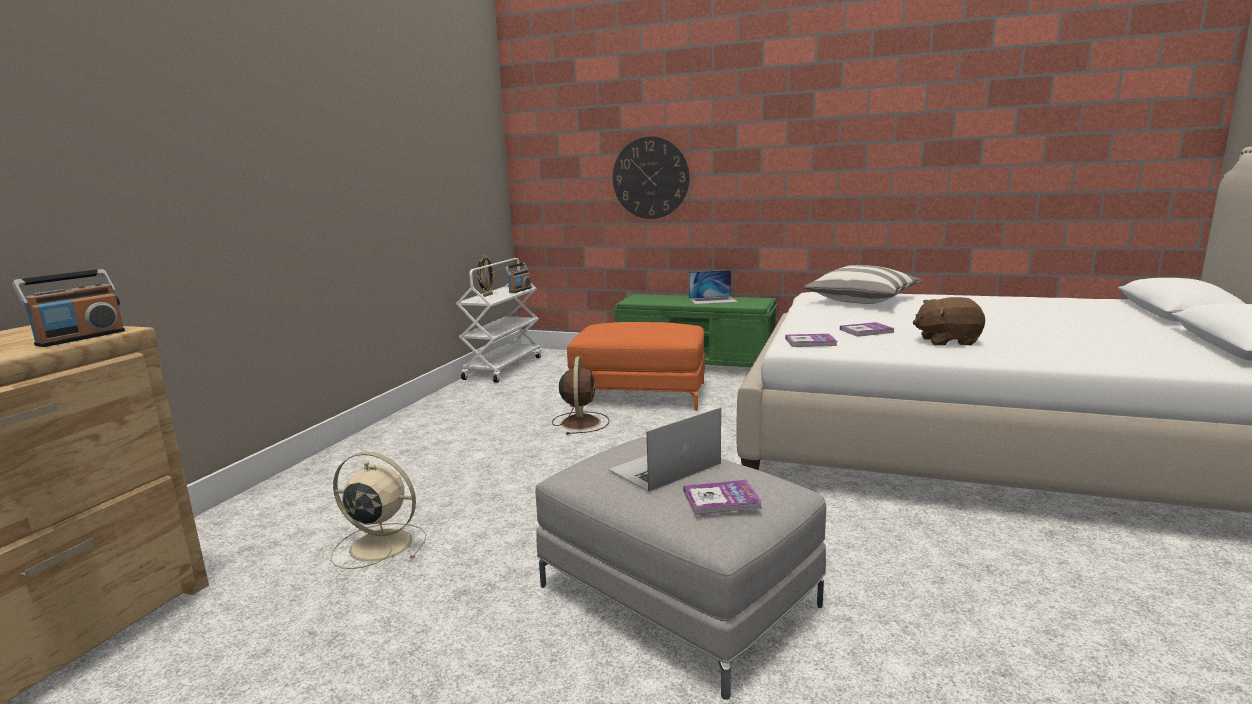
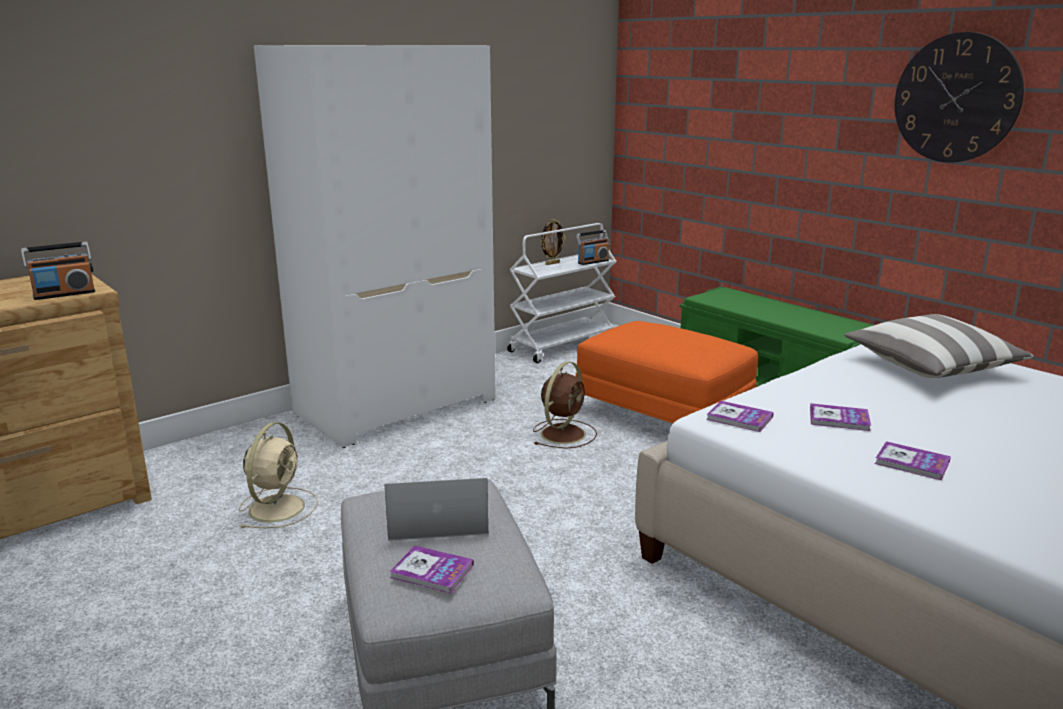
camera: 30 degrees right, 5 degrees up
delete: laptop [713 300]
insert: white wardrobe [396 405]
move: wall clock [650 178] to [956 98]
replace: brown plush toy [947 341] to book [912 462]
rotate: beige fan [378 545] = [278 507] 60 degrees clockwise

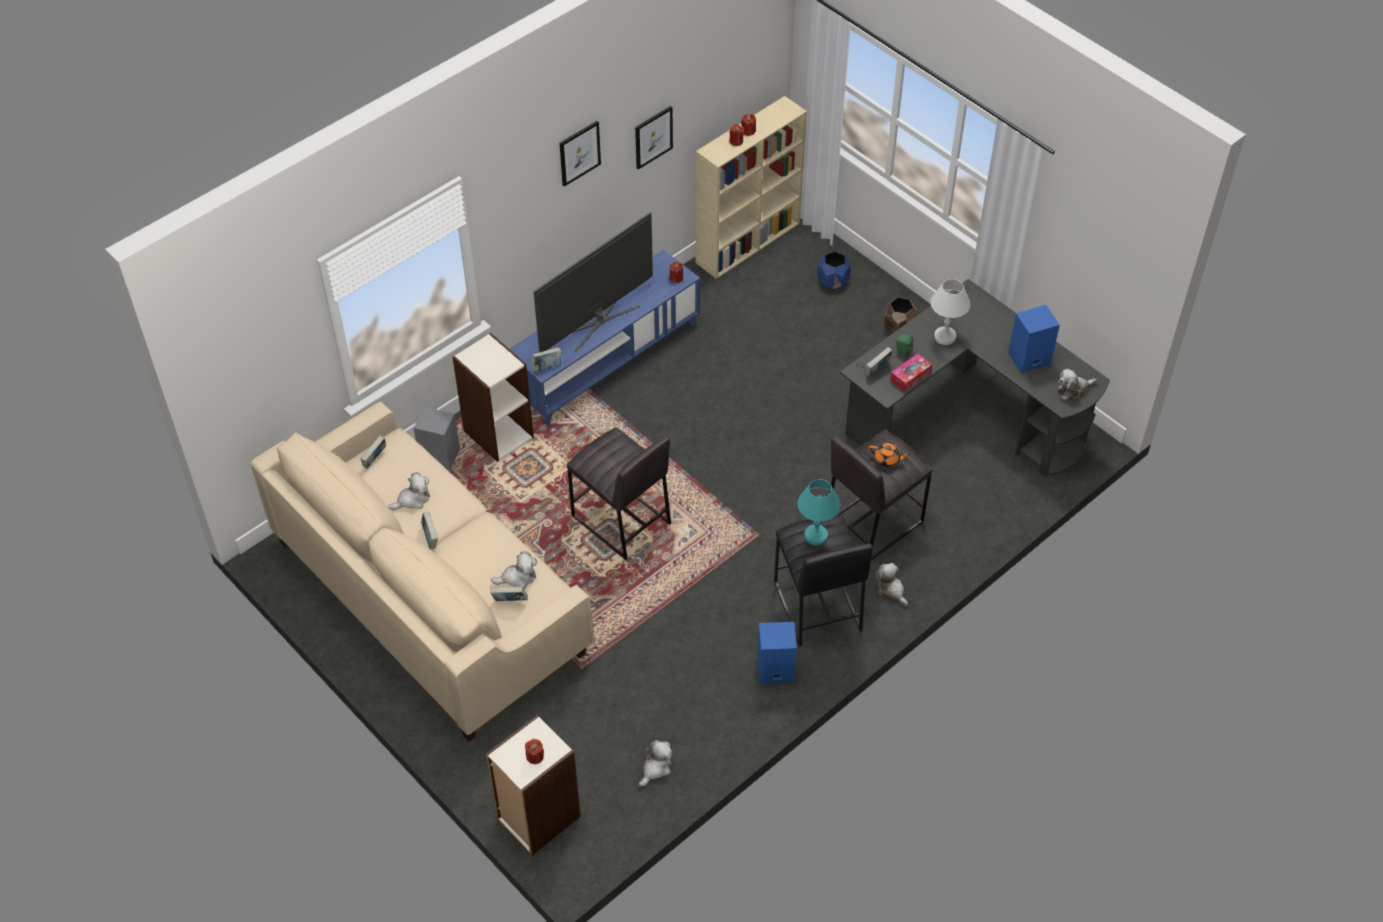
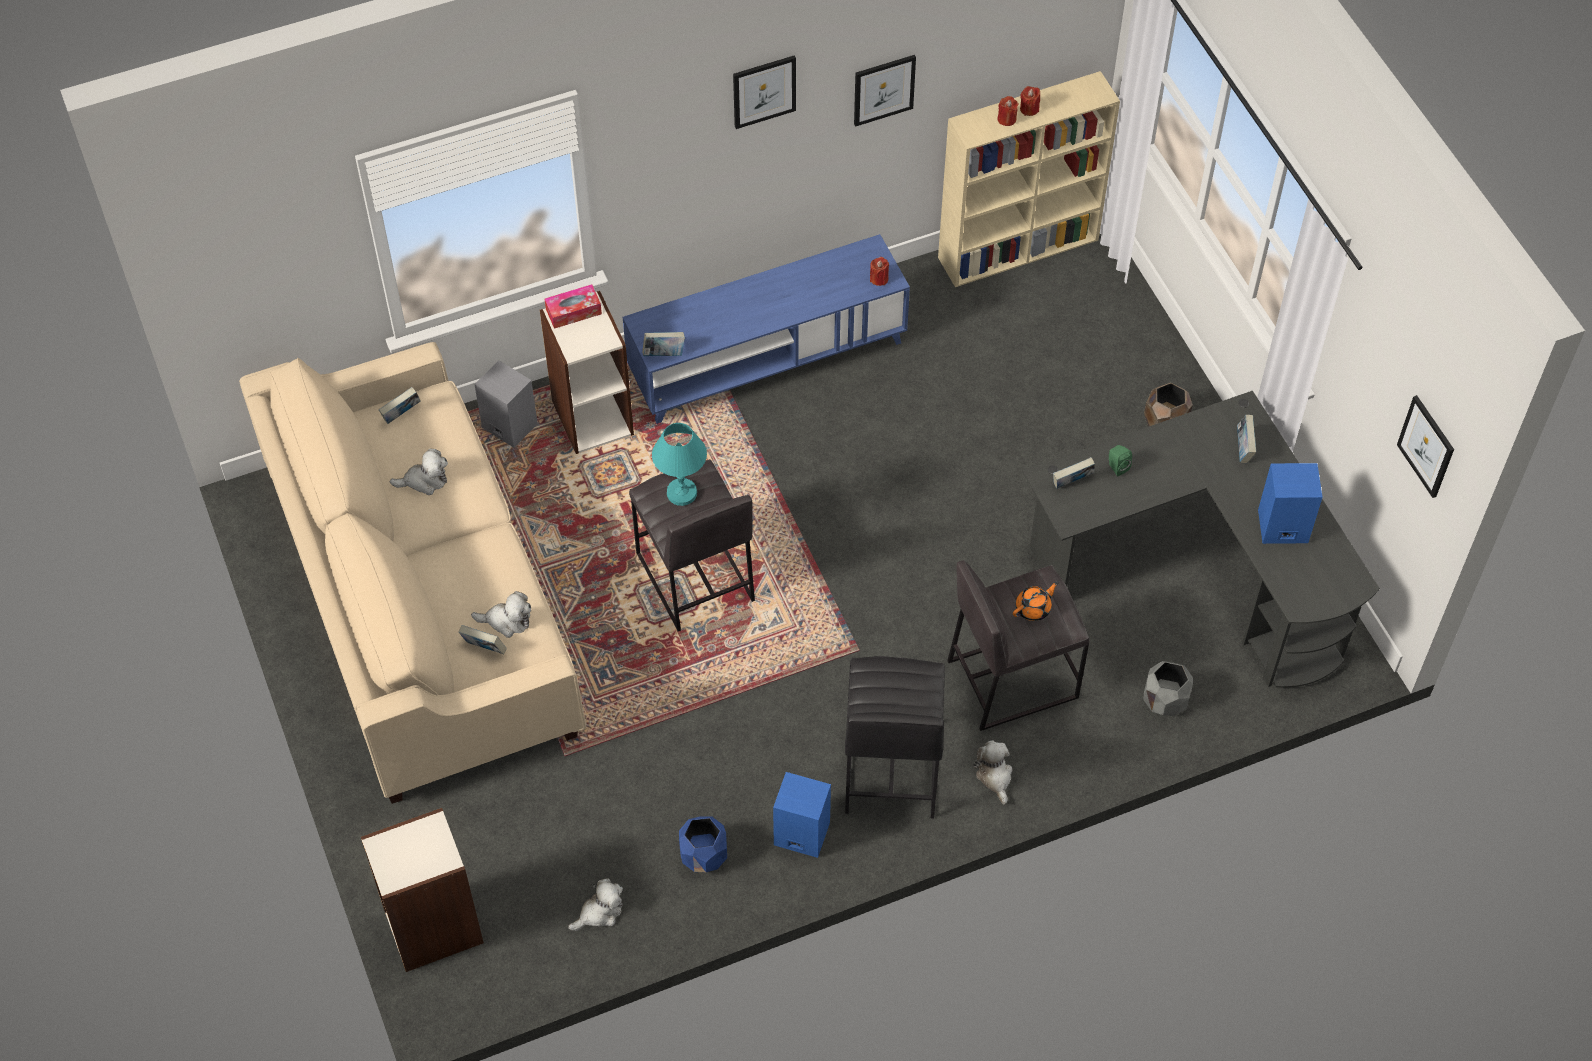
camera: 20 degrees right, 5 degrees up
delete: red candle [535 756]; television [598 321]; white table lamp [944 336]; plush toy [1073 390]
insert: grey planter [1164 700]; picture [1426 446]
move: book [430 538] to [1243 448]; turquoise table lamp [815 535] to [681 492]; blue planter [833 282] to [704 856]; tissue box [910 376] to [573 311]
rotate: orange teapot [887 459] = [1033 608] 75 degrees counterclockwise

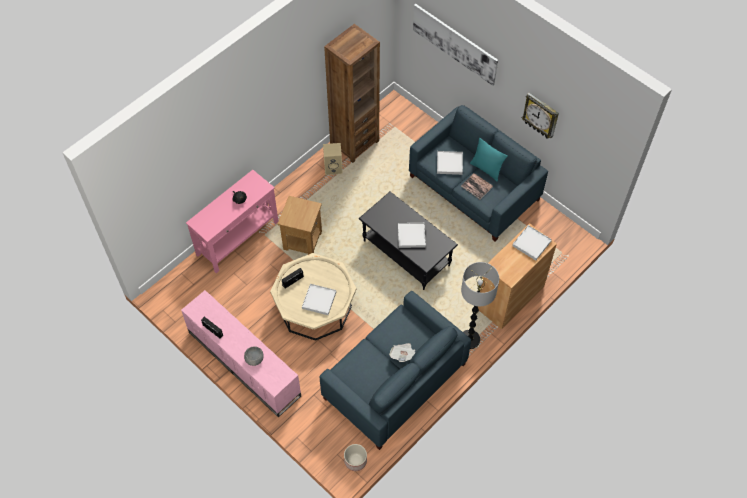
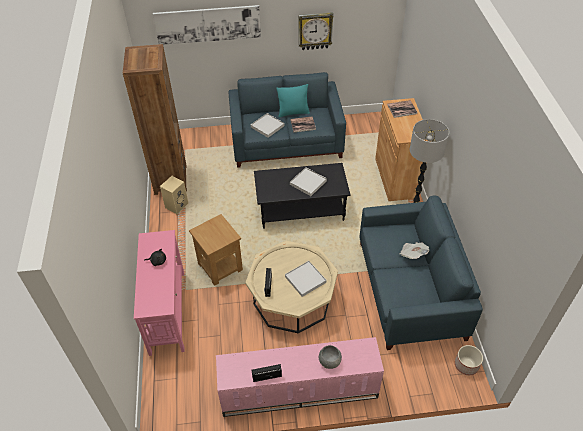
camera: 50 degrees left, 10 degrees down
replace: white tray [531 244] to book [402 109]

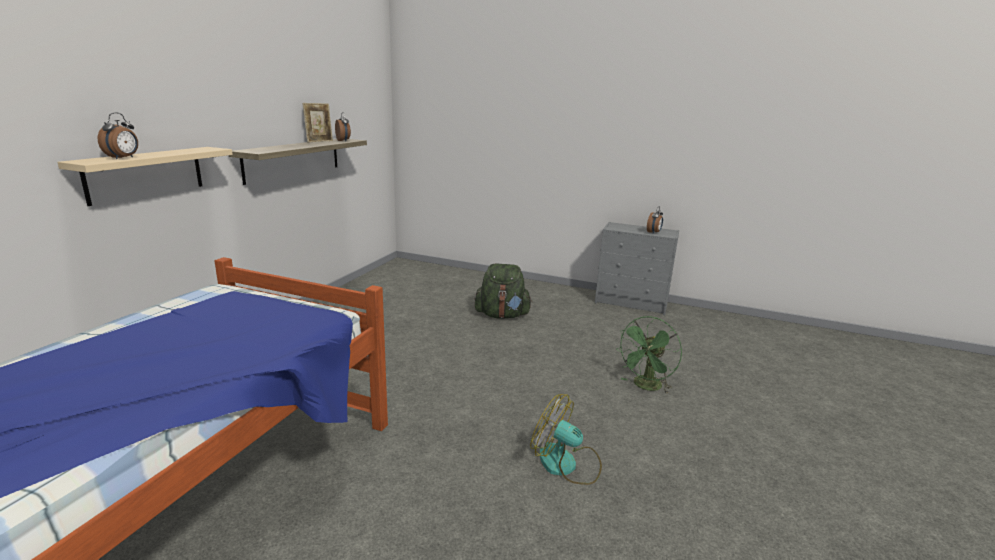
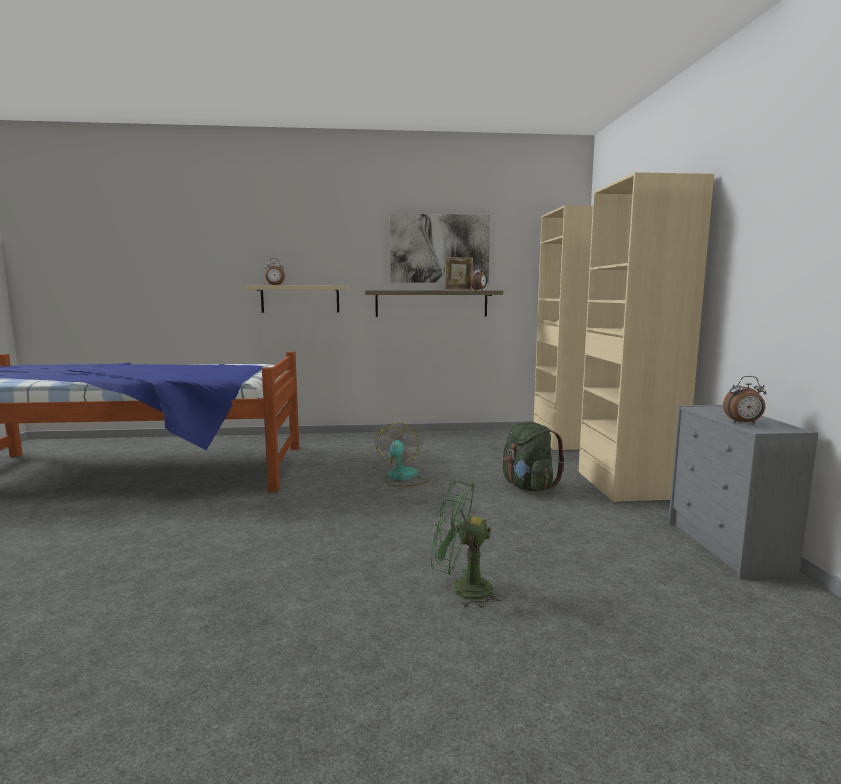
camera: 65 degrees right, 10 degrees down
insert: picture [439 248]; beige wardrobe [594 459]
move: fan [566 464] to [402 478]

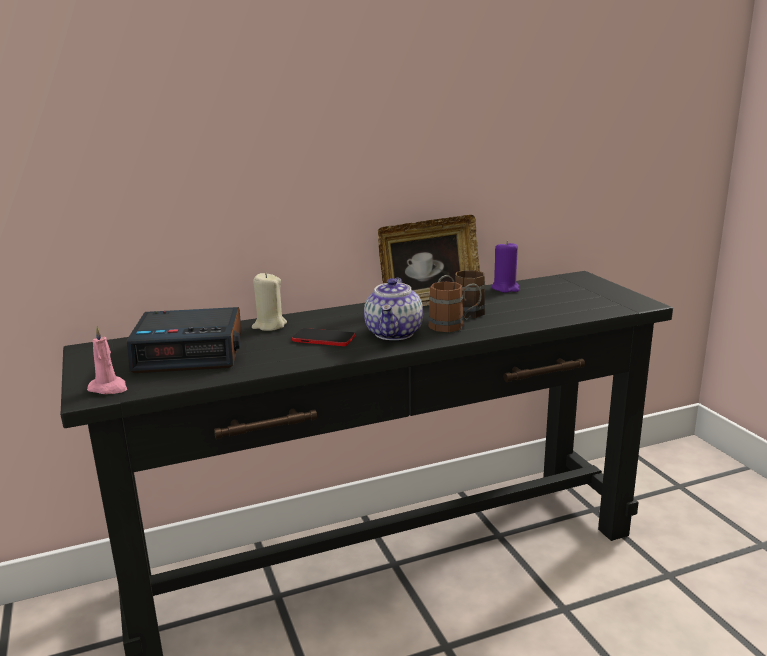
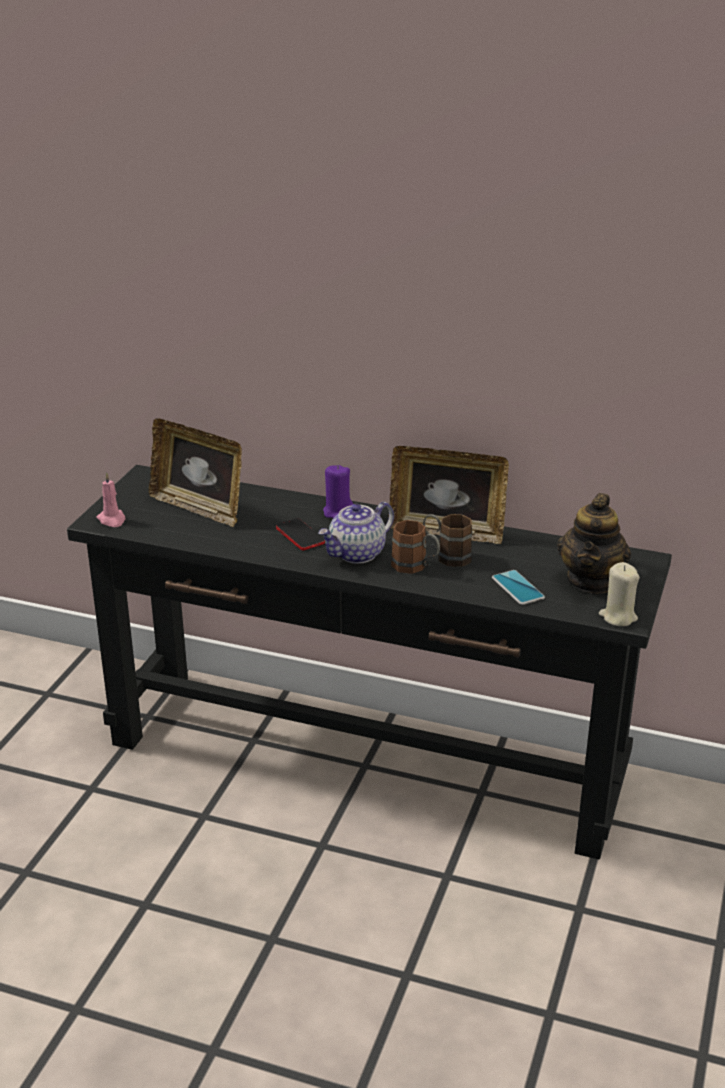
camera: 40 degrees right, 10 degrees up
insert: phone [518 588]; teapot [591 581]
move: beige candle [269 326] to [618 617]; purple candle [505 288] to [338 512]
replace: alarm clock [191 352] to picture frame [199 508]

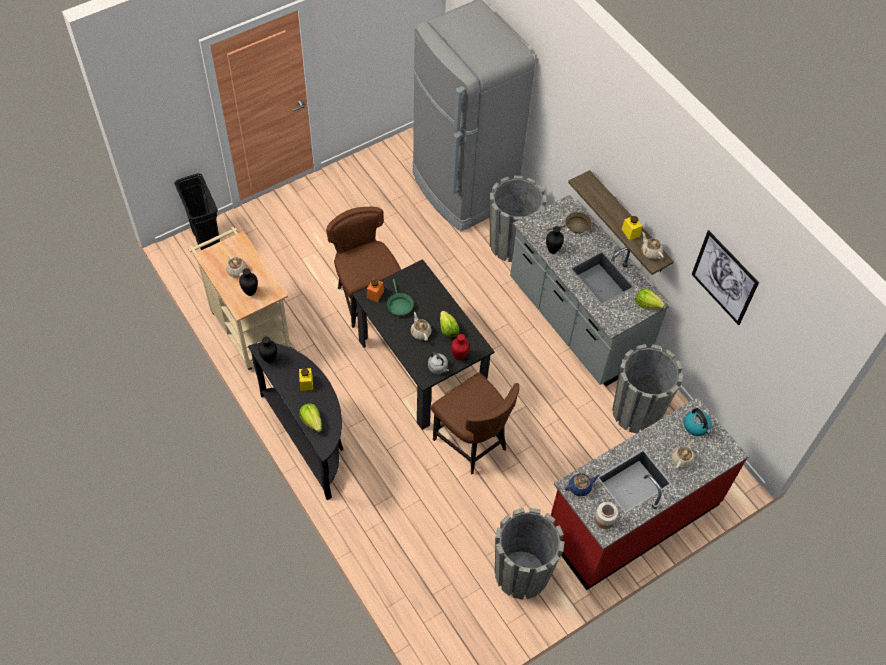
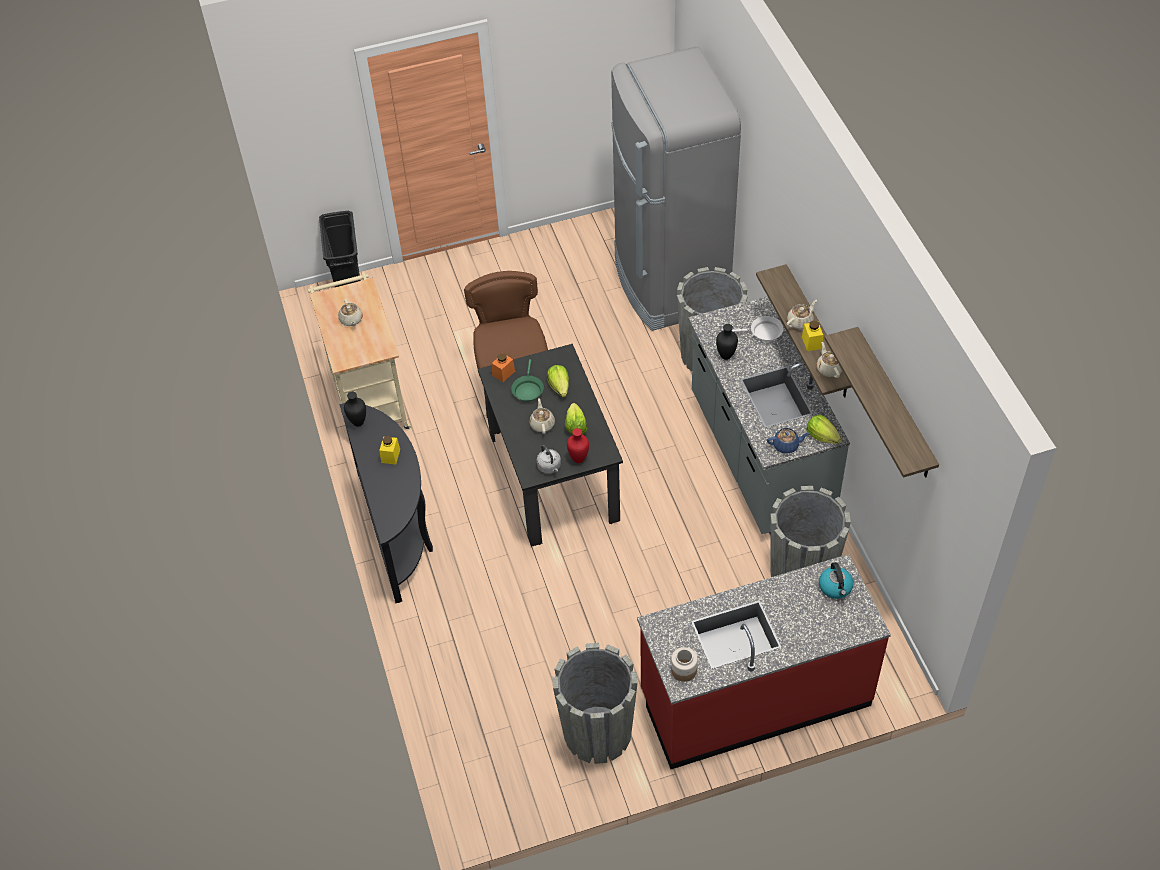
camera: 20 degrees right, 5 degrees down
delete: black vase [250 292]; brown chair [472 443]
move: lettuce [312 421] to [559 387]; blue teapot [580 487] to [786 445]; beige teapot [682 459] to [800 322]
replace: picture [724 278] to shelf [894 405]
recolor: brown frying pan [575 226] to white frying pan [763 332]

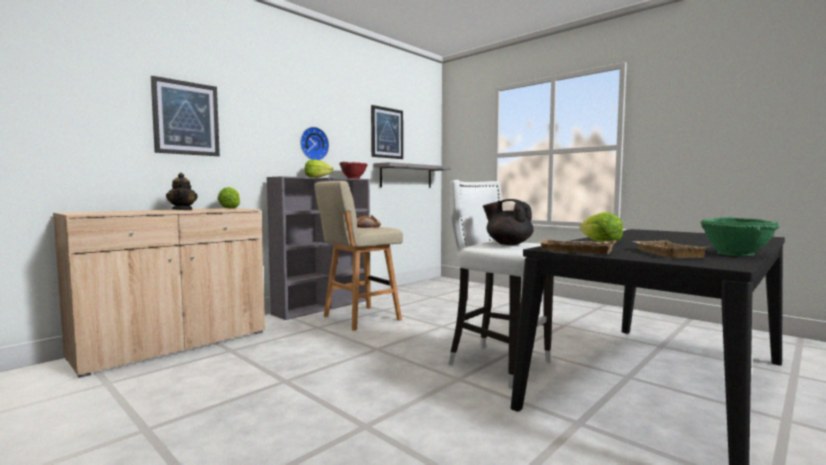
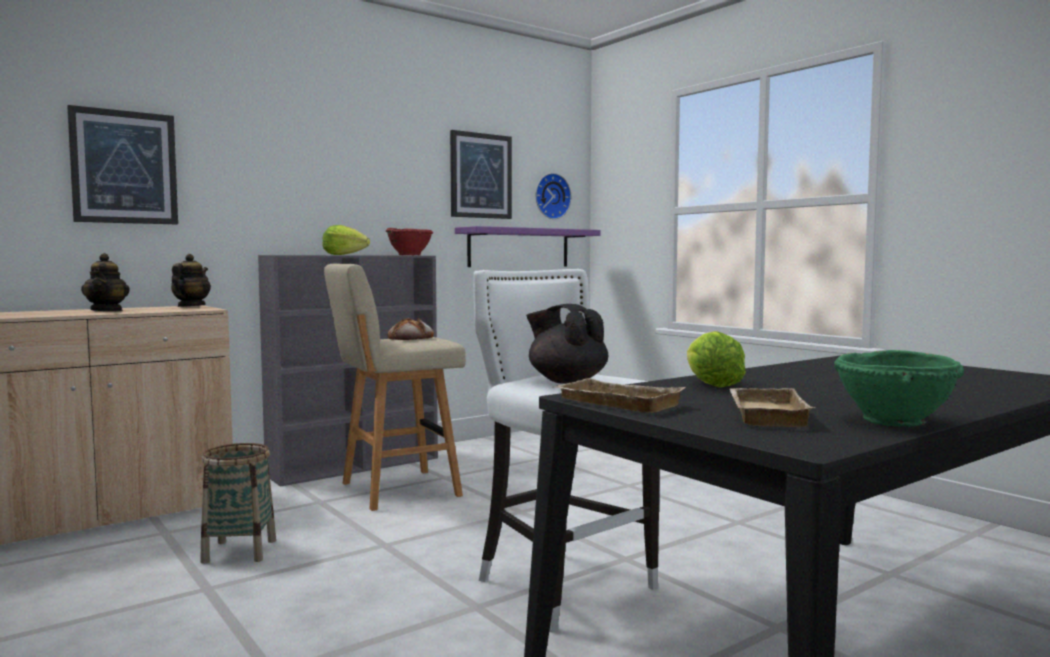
camera: 10 degrees right, 0 degrees up
insert: basket [239 551]
move: wall clock [313 144] to [551 196]
replace: lettuce [230 208] to teapot [191 306]
recolor: grey shelf [406 176] to purple shelf [519 248]

